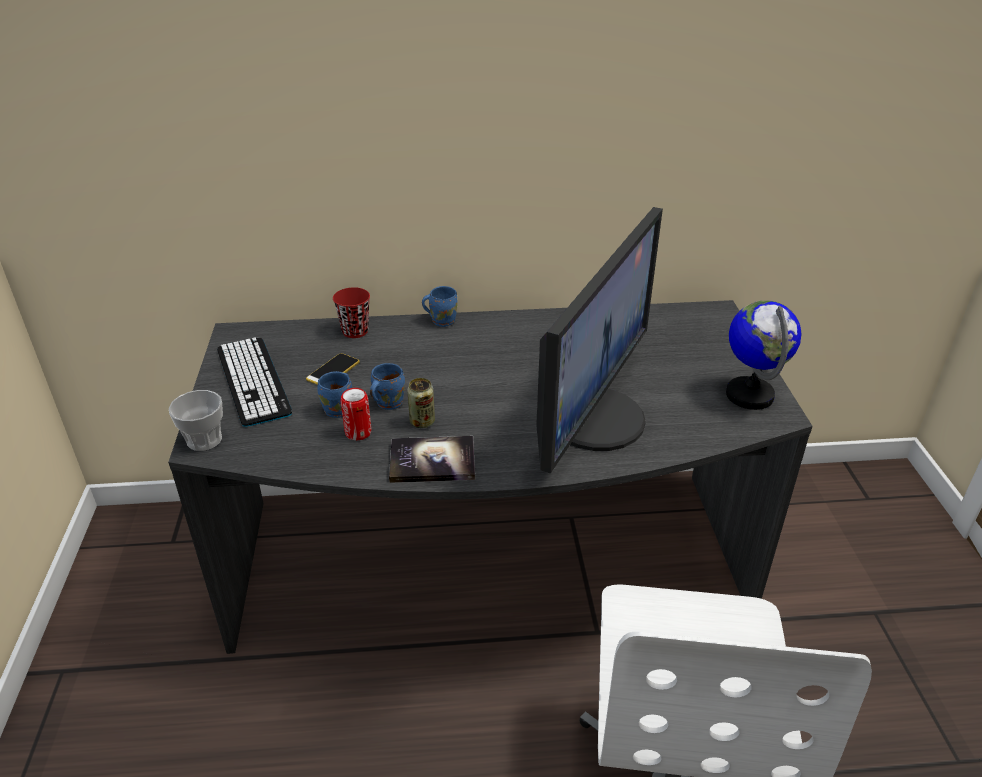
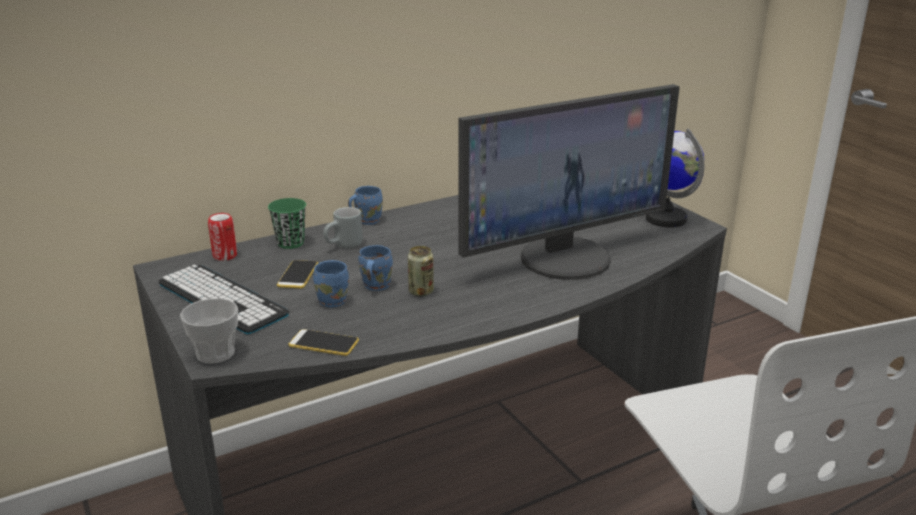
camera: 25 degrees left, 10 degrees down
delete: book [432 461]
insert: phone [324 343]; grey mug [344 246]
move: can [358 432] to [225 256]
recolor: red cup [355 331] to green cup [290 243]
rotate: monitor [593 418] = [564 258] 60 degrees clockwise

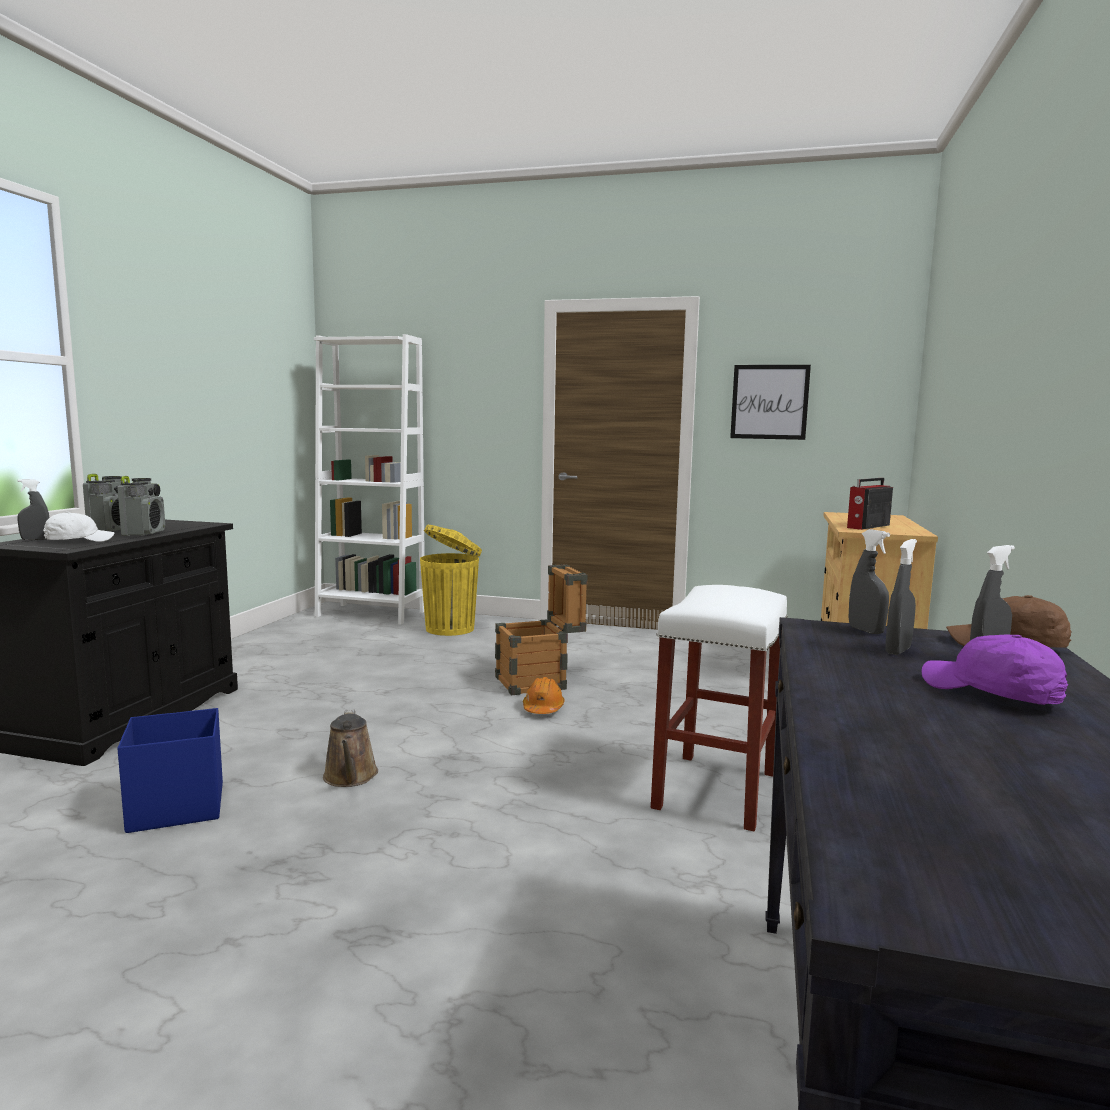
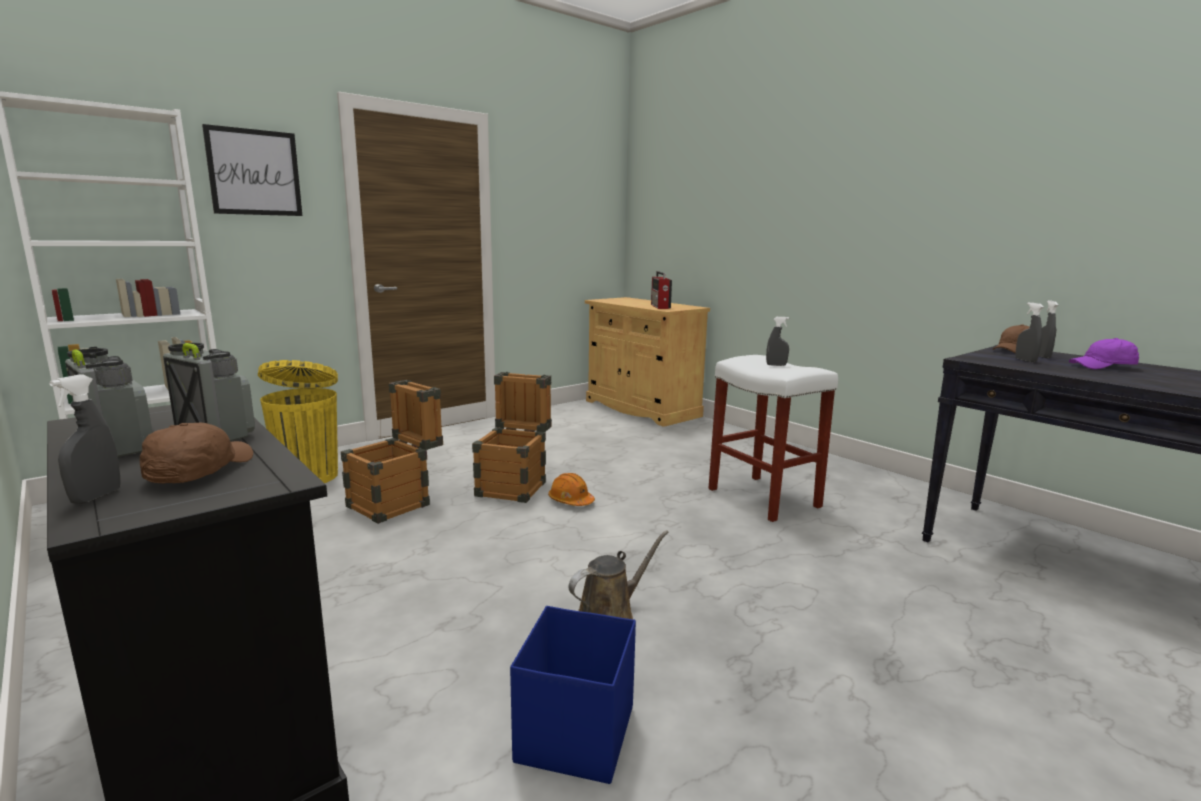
camera: 55 degrees left, 5 degrees up
insert: crate [397 503]
move: picture [769 402] to [254 172]; grey spray bottle [866 630] to [776 365]
recolor: white cap [79 540] to brown cap [199 471]
rotate: brown watering can [350 777] = [610 614] 60 degrees counterclockwise

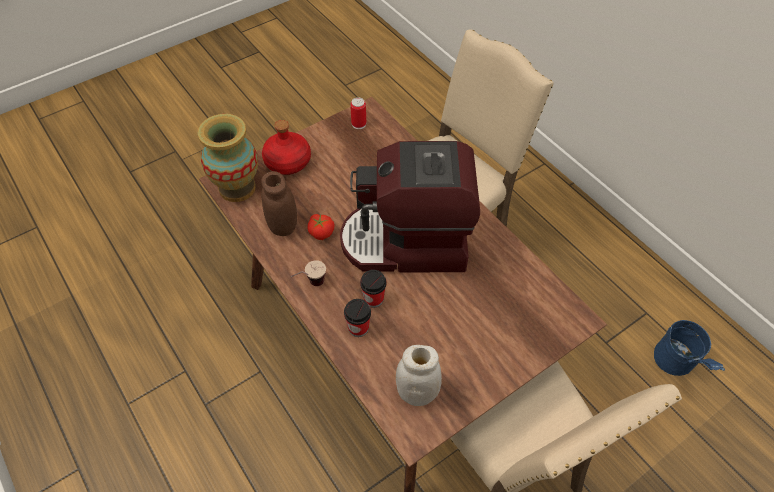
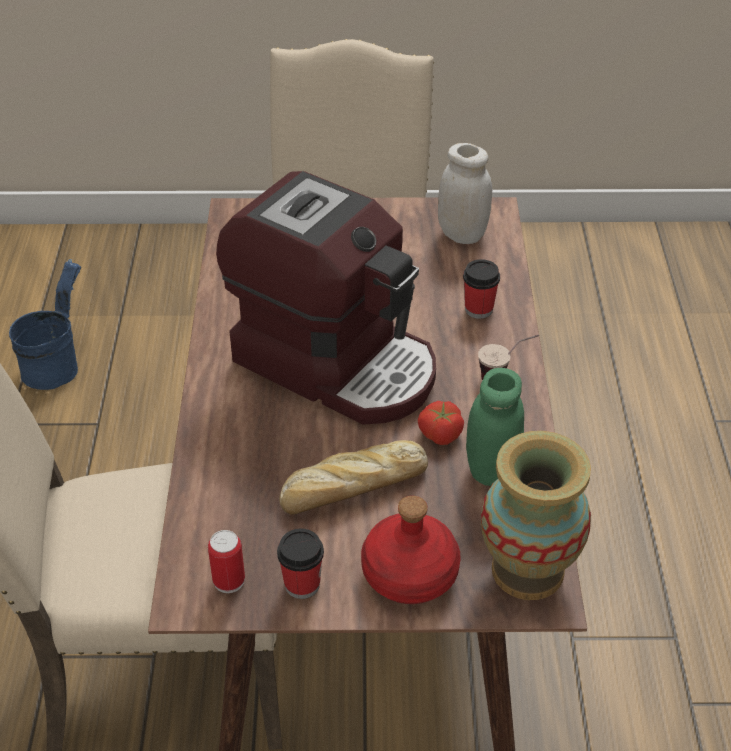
camera: 145 degrees left, 10 degrees down
insert: bread [352 488]
move: cup [373 299] to [302 584]
recolor: brown jar [283 226] to green jar [491 469]

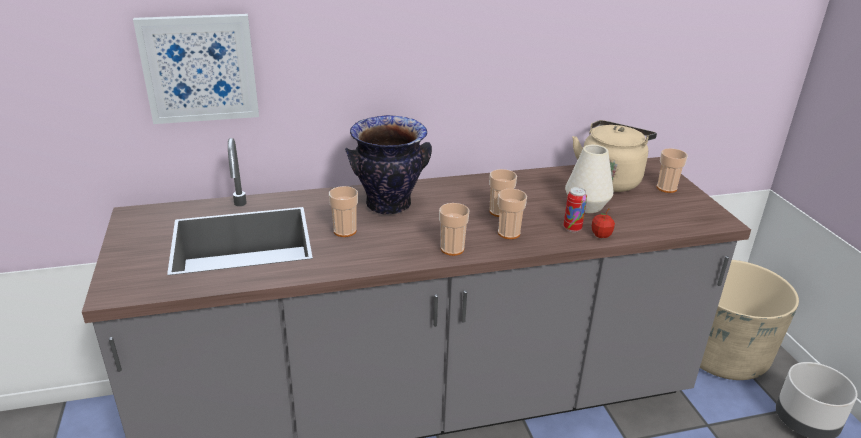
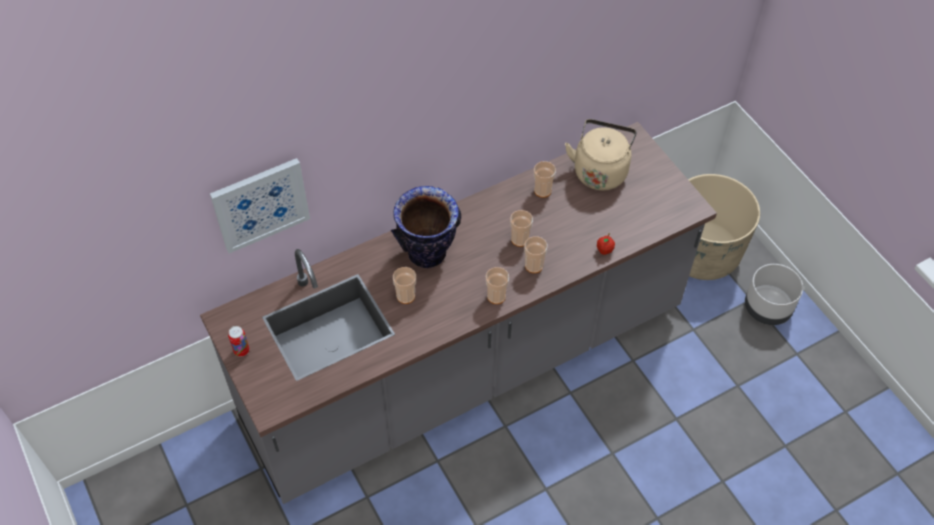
camera: 15 degrees left, 25 degrees up
delete: white vase [586 206]
move: can [572 228] to [241 350]; cup [666 188] to [542 190]

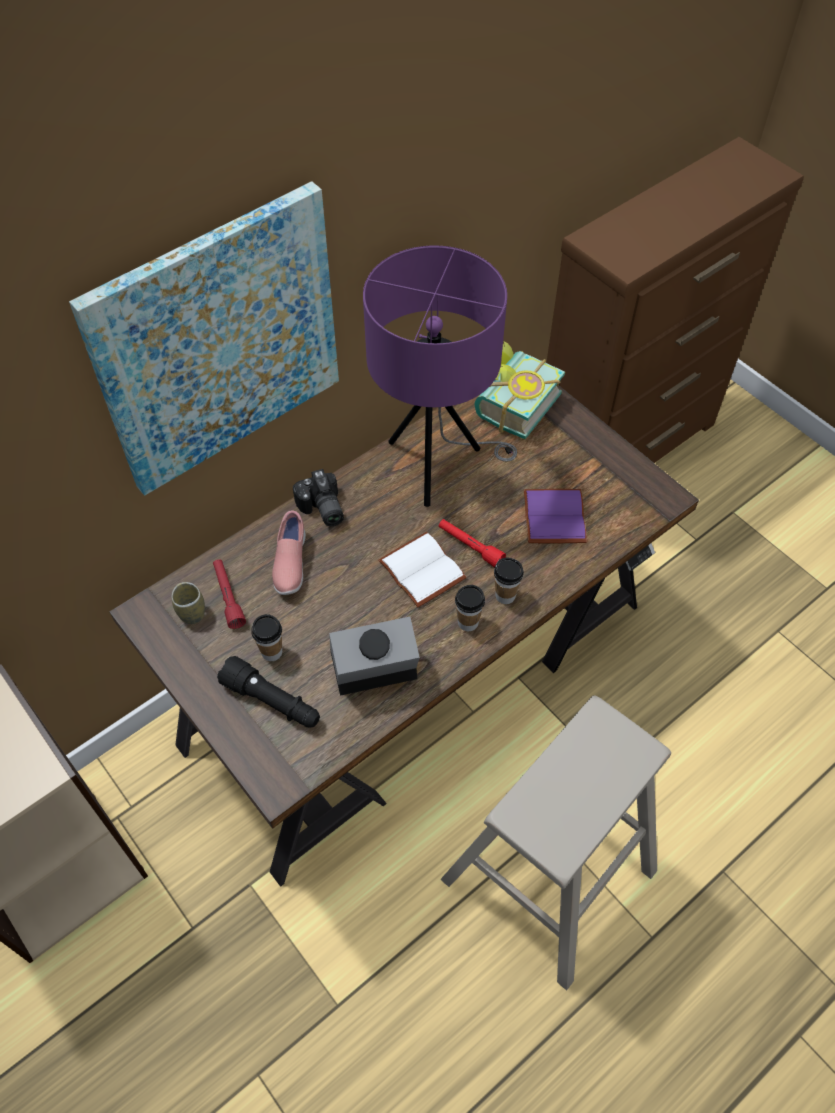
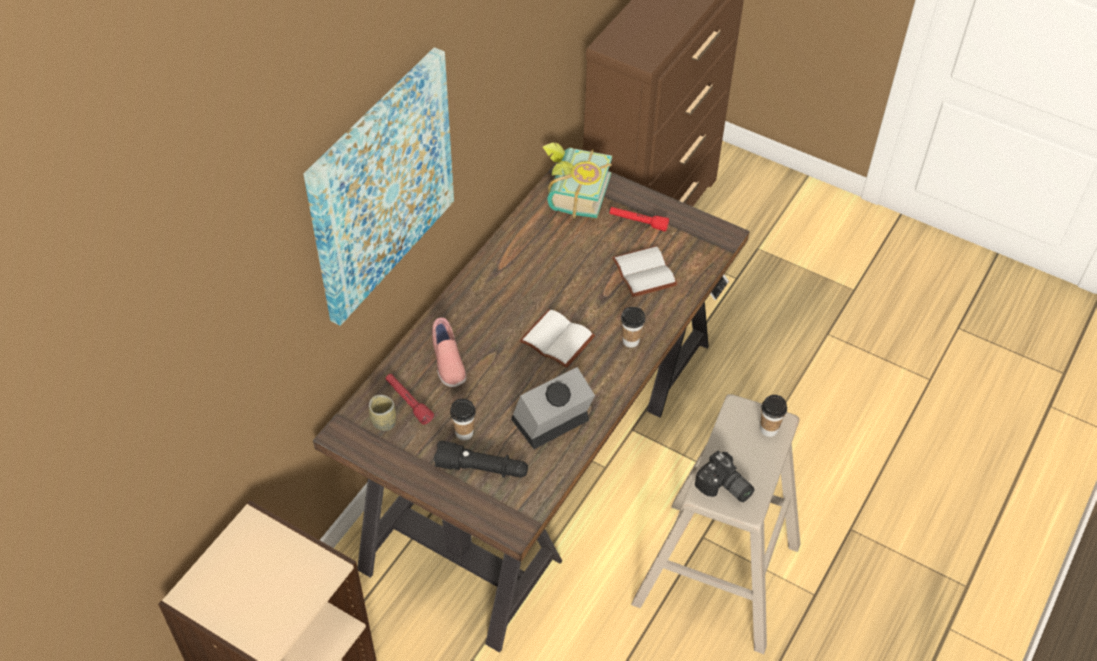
camera: 20 degrees left, 5 degrees down
delete: purple table lamp [437 465]
move: photo camera [321 509] to [724 488]; red flashlight [470 546] to [638 222]; cup [468 622] to [768 429]
recolor: purple book [552 516] to white book [642 272]

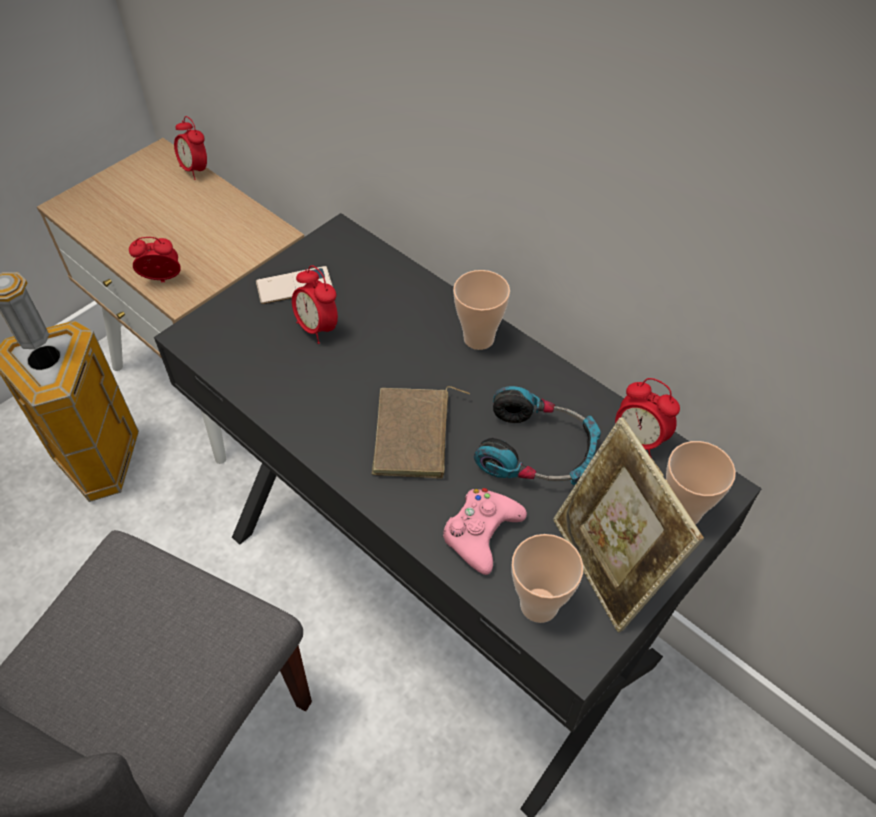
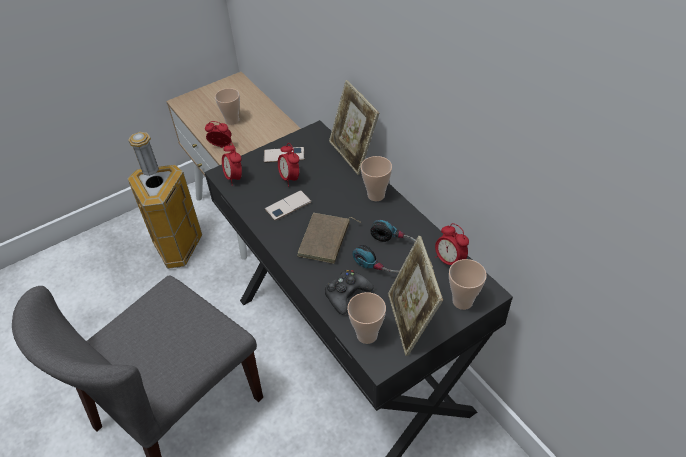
camera: 15 degrees right, 5 degrees down
insert: cup [232 120]; phone [288 205]; picture frame [353 154]
move: alarm clock [195 170] to [234 178]
recolor: pink game controller [481 533] to black game controller [347 294]

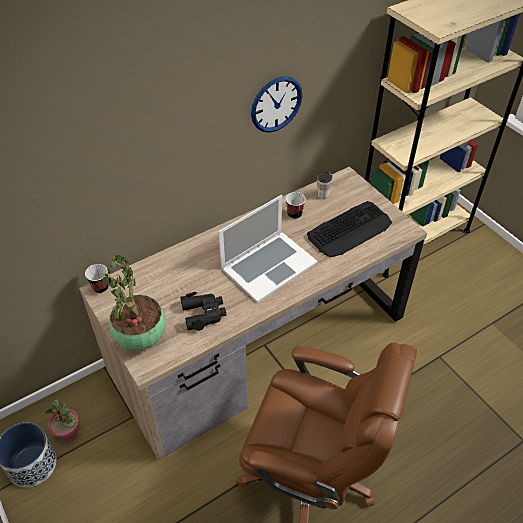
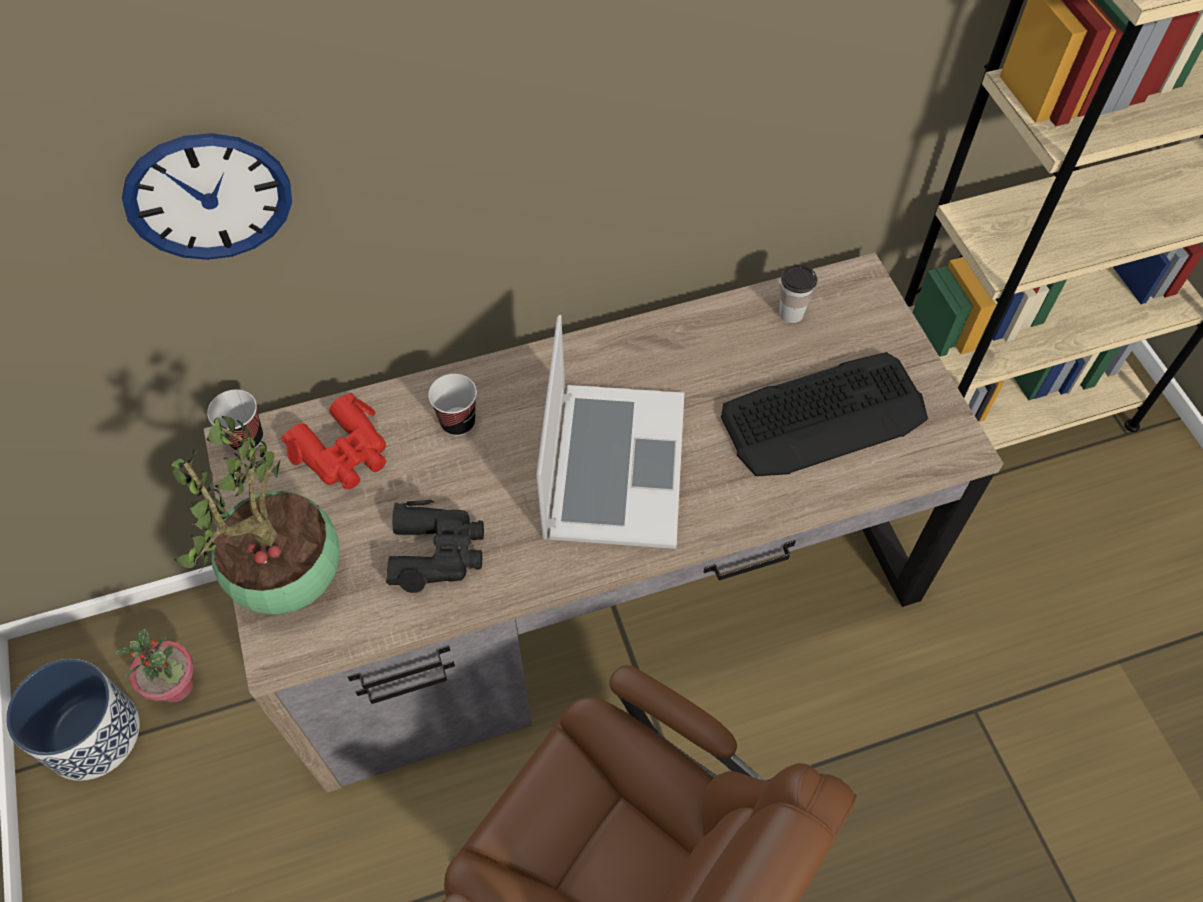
camera: 15 degrees right, 10 degrees up
insert: red binoculars [344 452]
move: wall clock [276 104] to [209 197]; cup [294 214] to [458 422]
rotate: laptop [268 265] = [613 465] 60 degrees counterclockwise

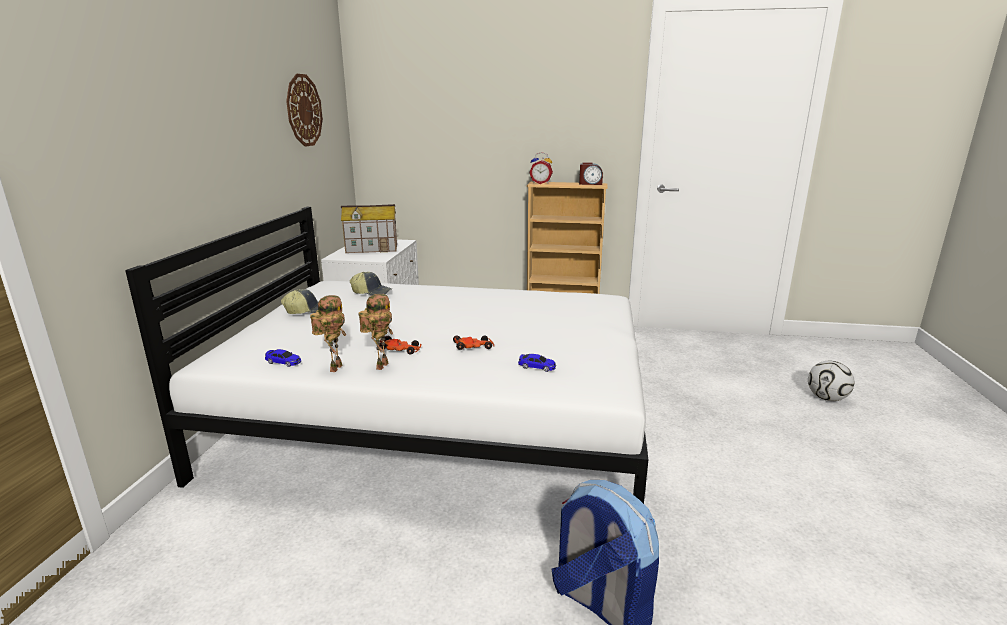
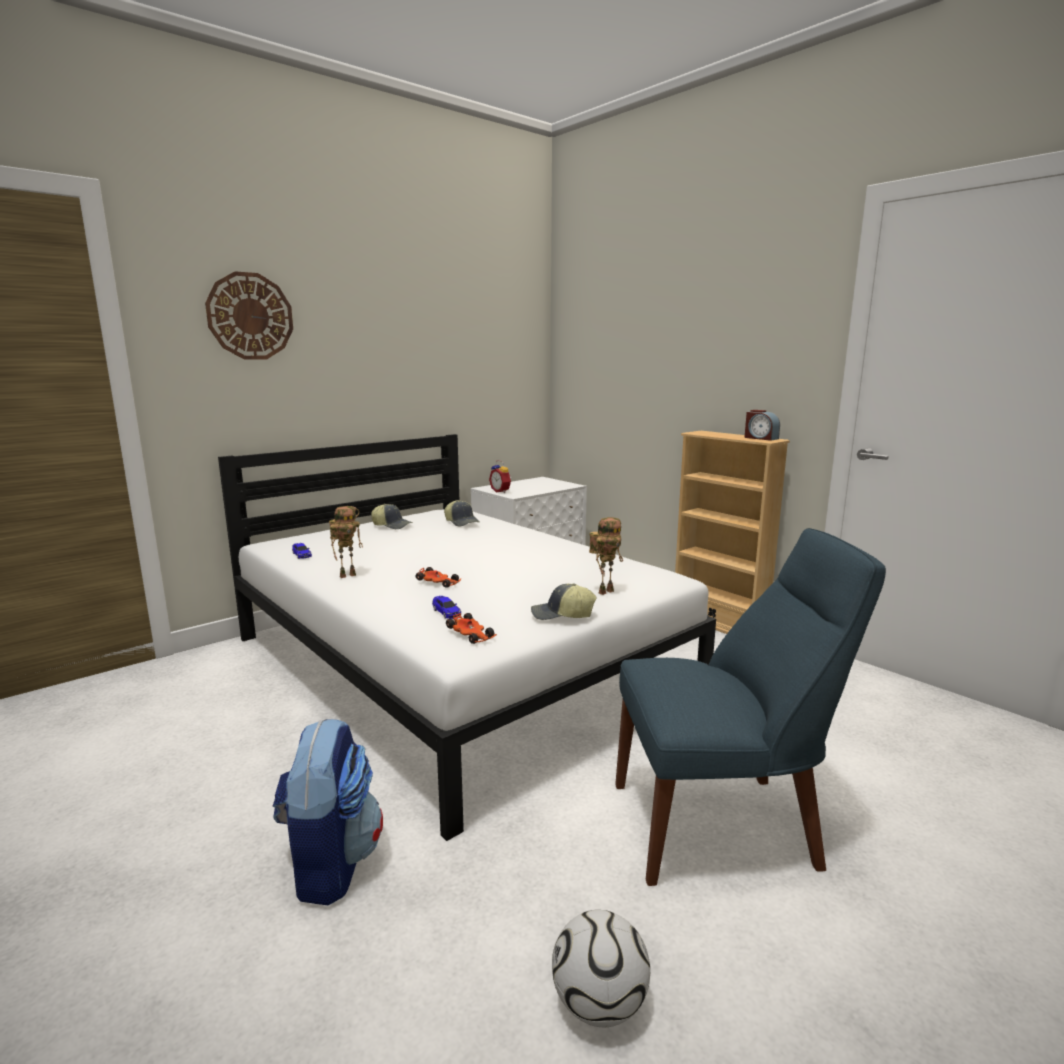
camera: 40 degrees right, 5 degrees down
delete: toy house [372 248]
insert: cap [562 615]; blue chair [722 825]
move: wall clock [304 110] to [250 316]; toy robot [335 367] to [605 591]; toy car [400 350] to [471 635]; alarm clock [541 183] to [501 491]; football [826 398] to [599 1004]

